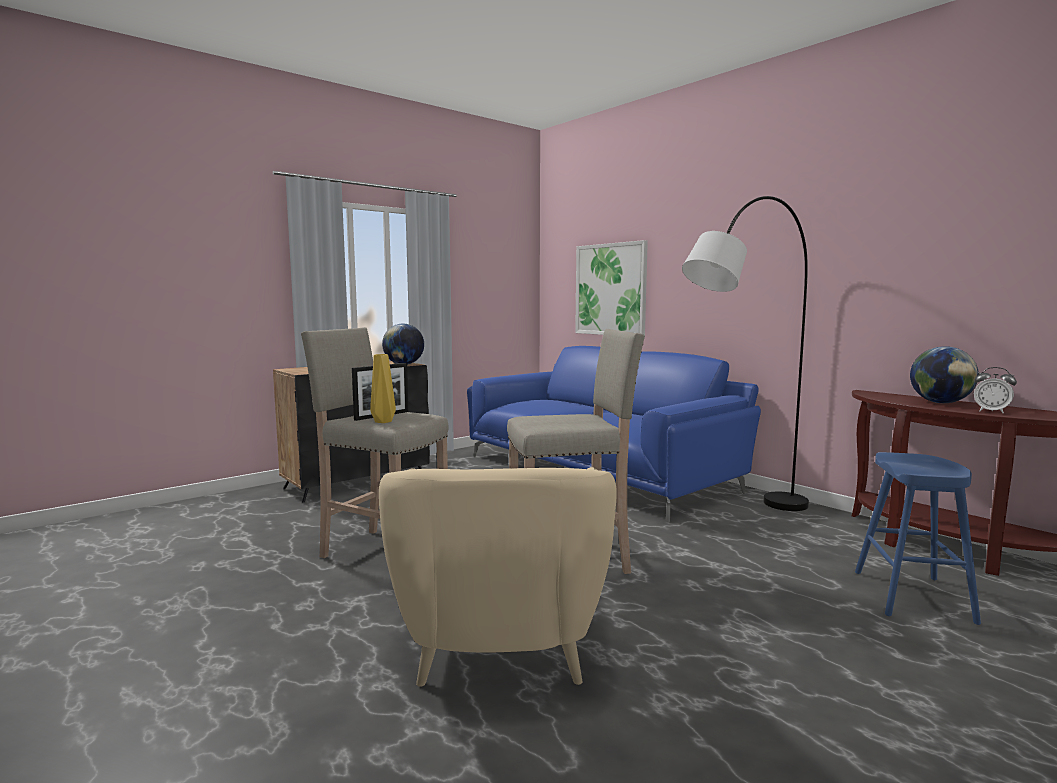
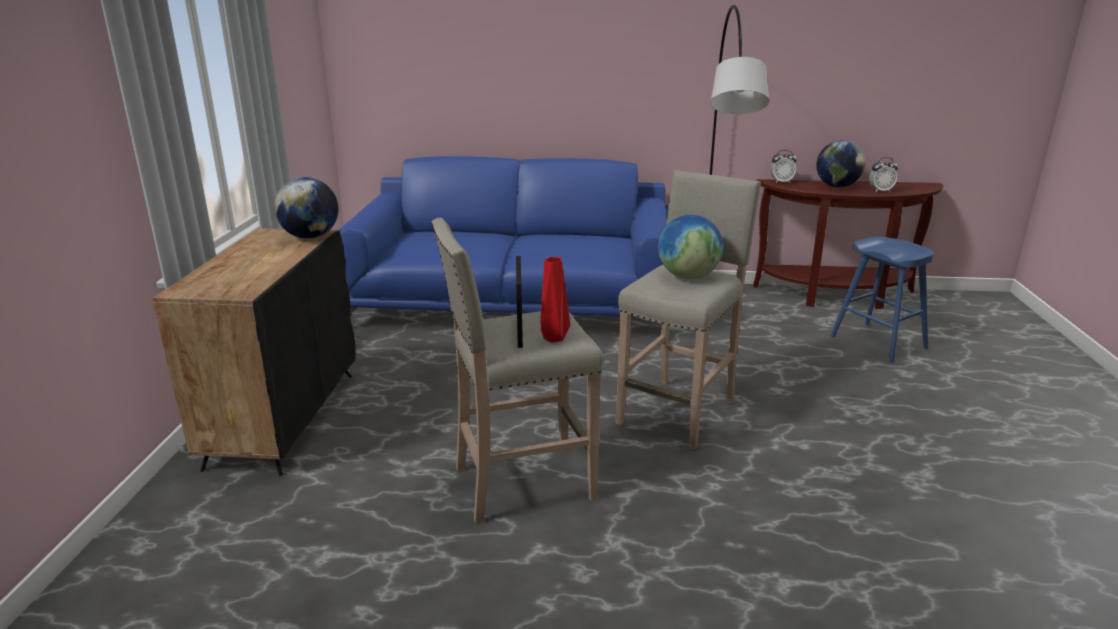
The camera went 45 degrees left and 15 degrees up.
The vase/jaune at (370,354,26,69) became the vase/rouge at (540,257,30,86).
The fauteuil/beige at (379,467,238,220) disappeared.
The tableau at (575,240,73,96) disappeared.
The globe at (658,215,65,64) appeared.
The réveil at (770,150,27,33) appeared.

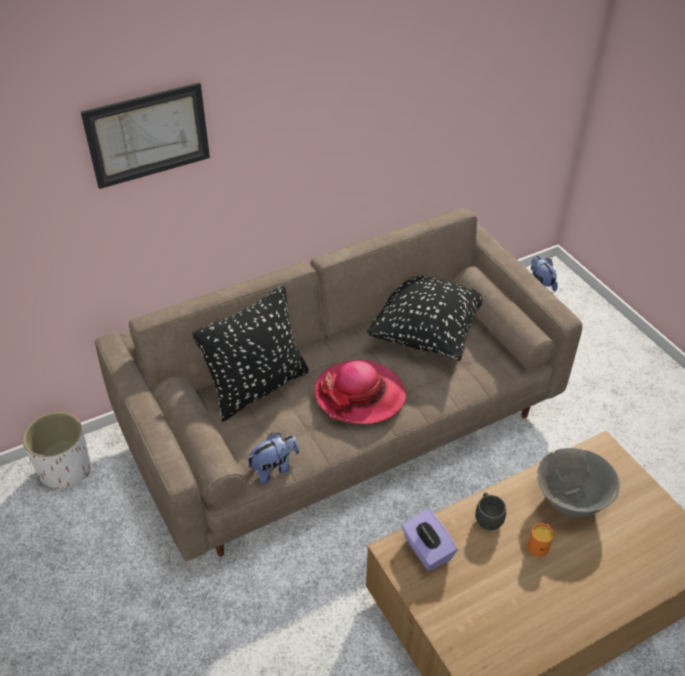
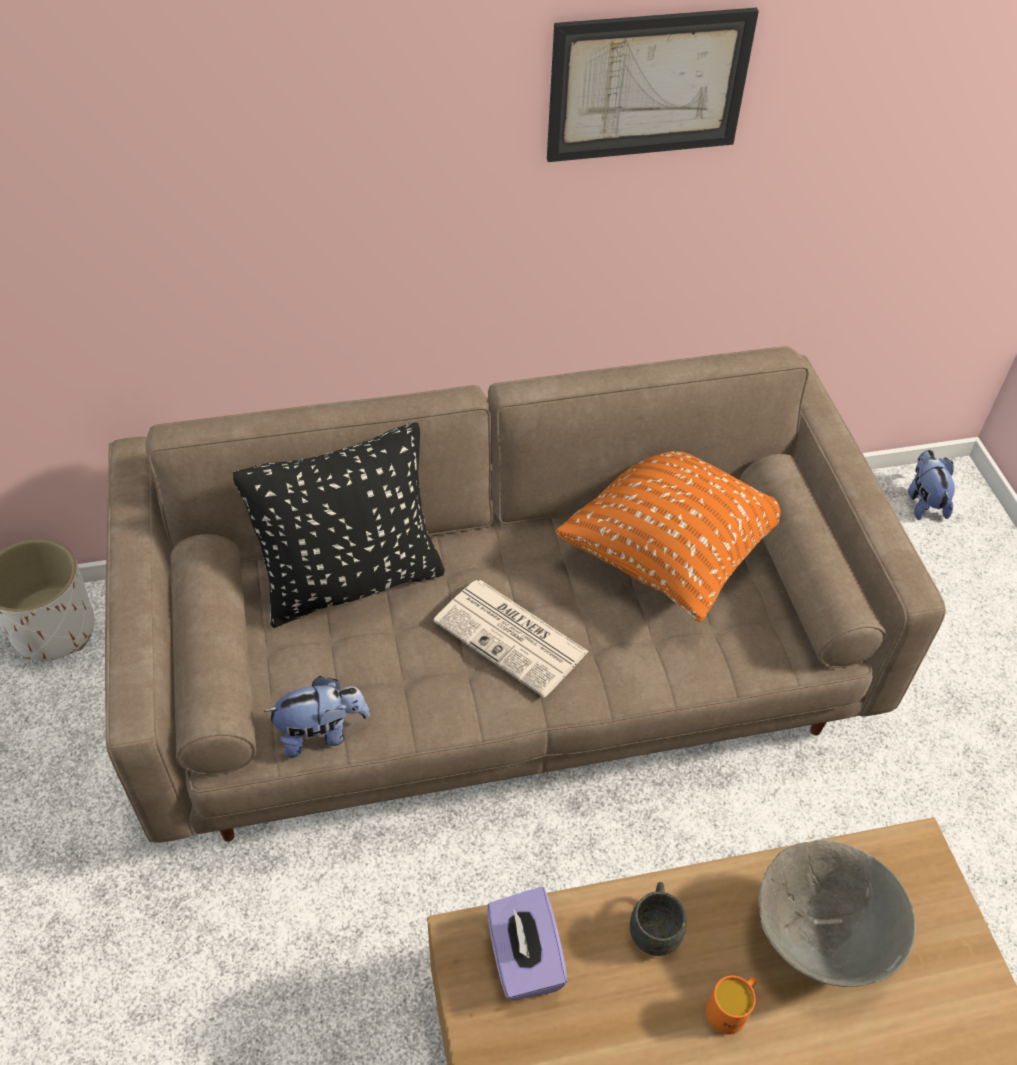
The camera went 15 degrees right and 5 degrees up.
The tableau moved from (81,82,129,107) to (547,8,212,154).
The chapeau at (314,360,92,64) was replaced by the journal at (433,580,156,118).
The coussin/noir at (366,276,116,84) became the coussin/orange at (555,451,226,171).

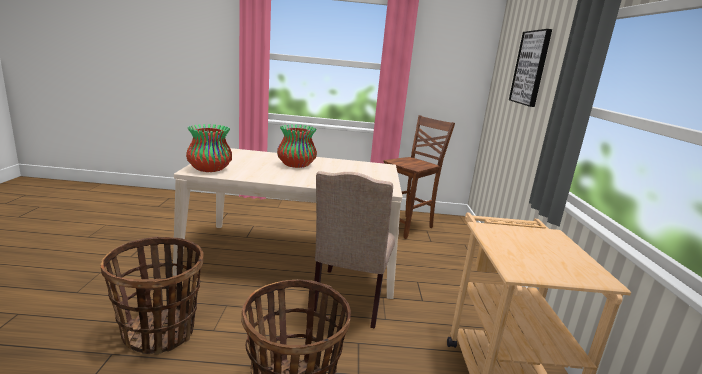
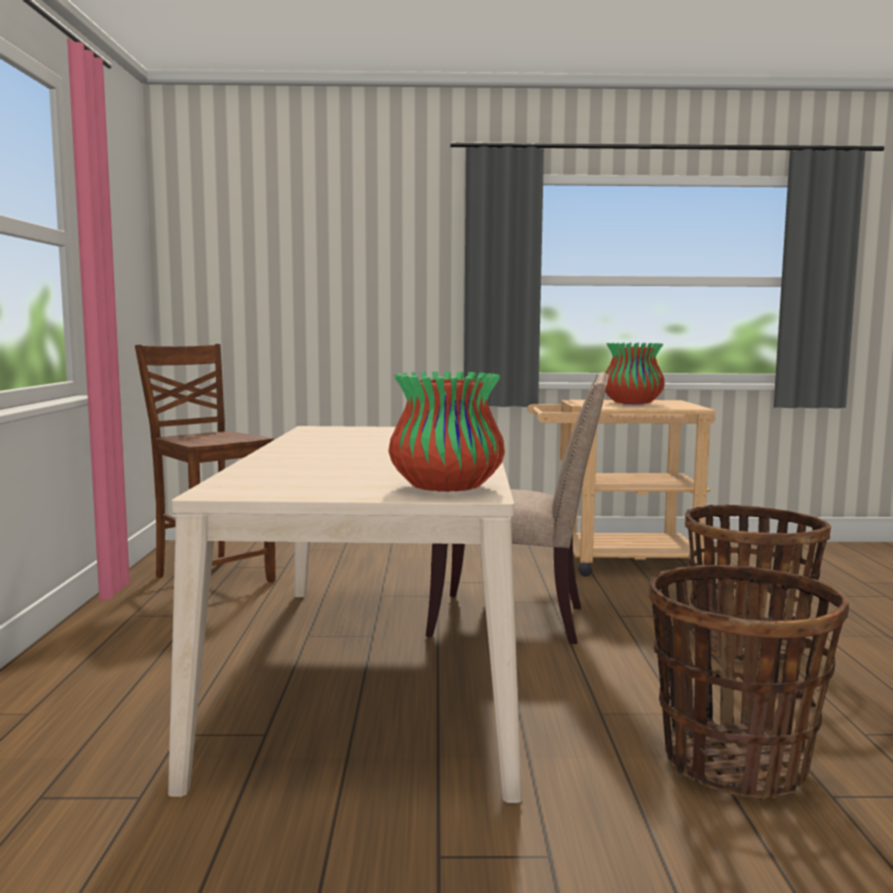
The camera went 90 degrees left and 10 degrees down.
The vase moved from (277,124,40,44) to (605,343,60,62).
The tableau at (509,29,43,78) disappeared.

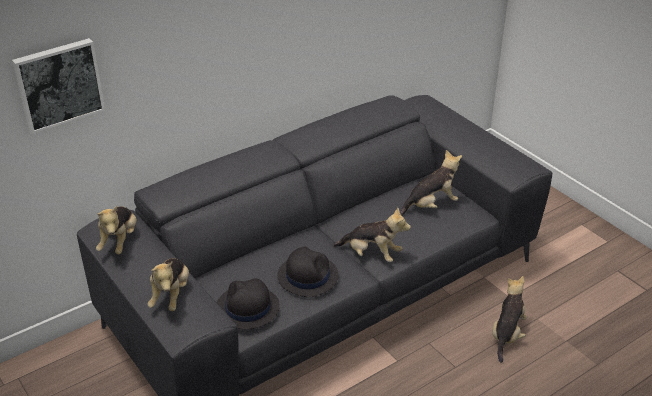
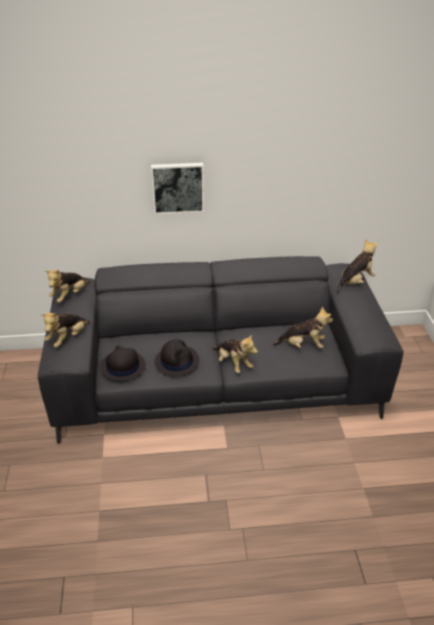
The camera went 30 degrees right and 0 degrees up.
The tableau moved from (12,38,93,96) to (151,163,53,51).
The peluche moved from (492,276,35,87) to (337,239,41,54).

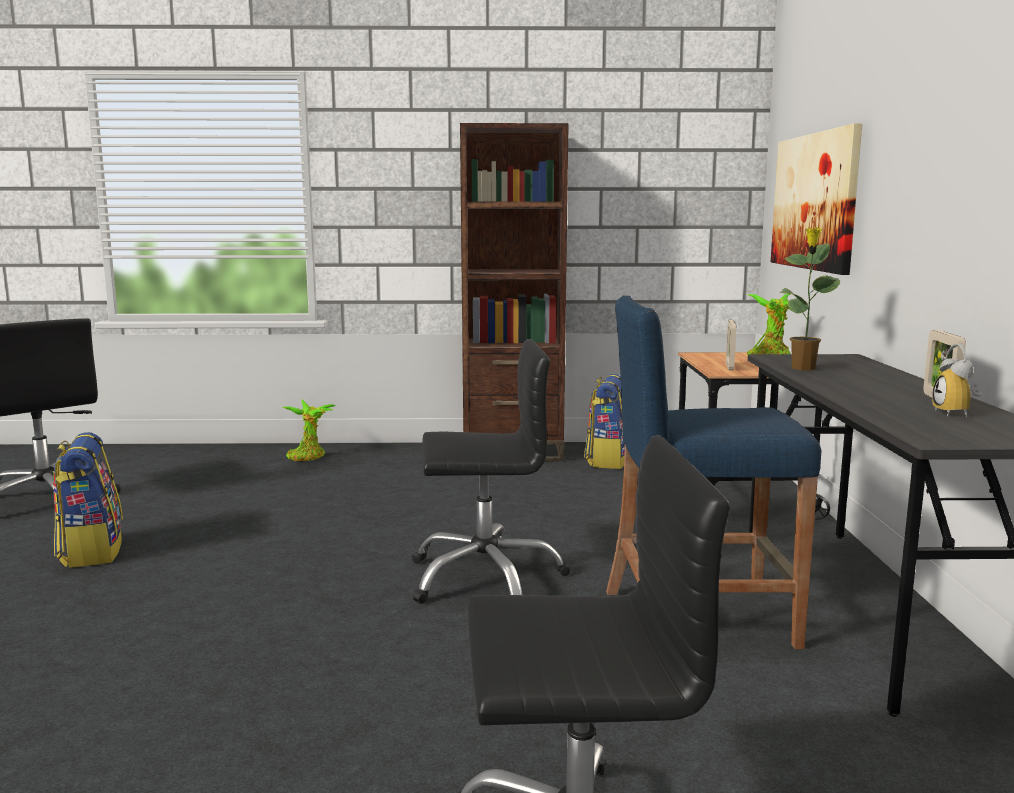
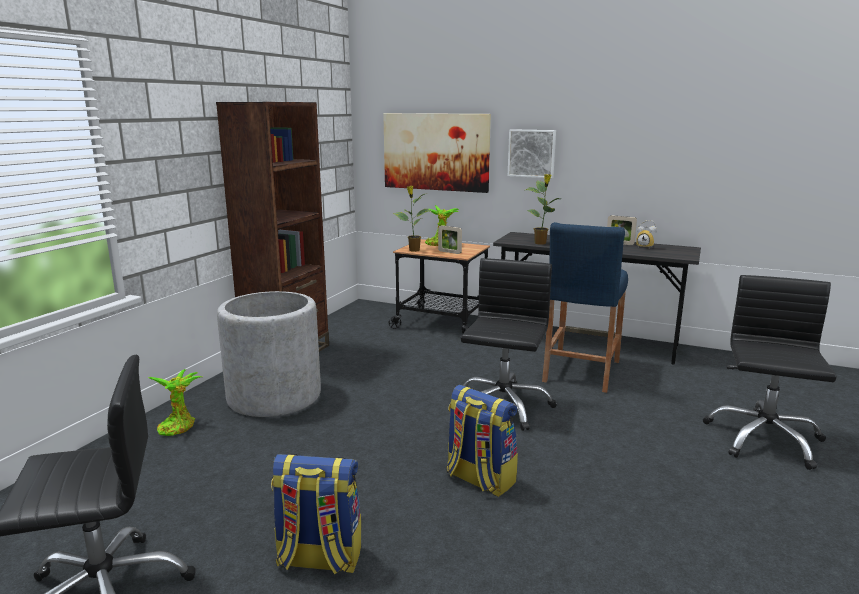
The camera went 65 degrees left and 5 degrees up.
The sac à dos moved from (584,374,41,95) to (446,385,72,112).
The cache-pot/gris at (217,291,104,126) appeared.
The plante en pot at (392,186,39,66) appeared.
The tableau at (508,129,48,49) appeared.

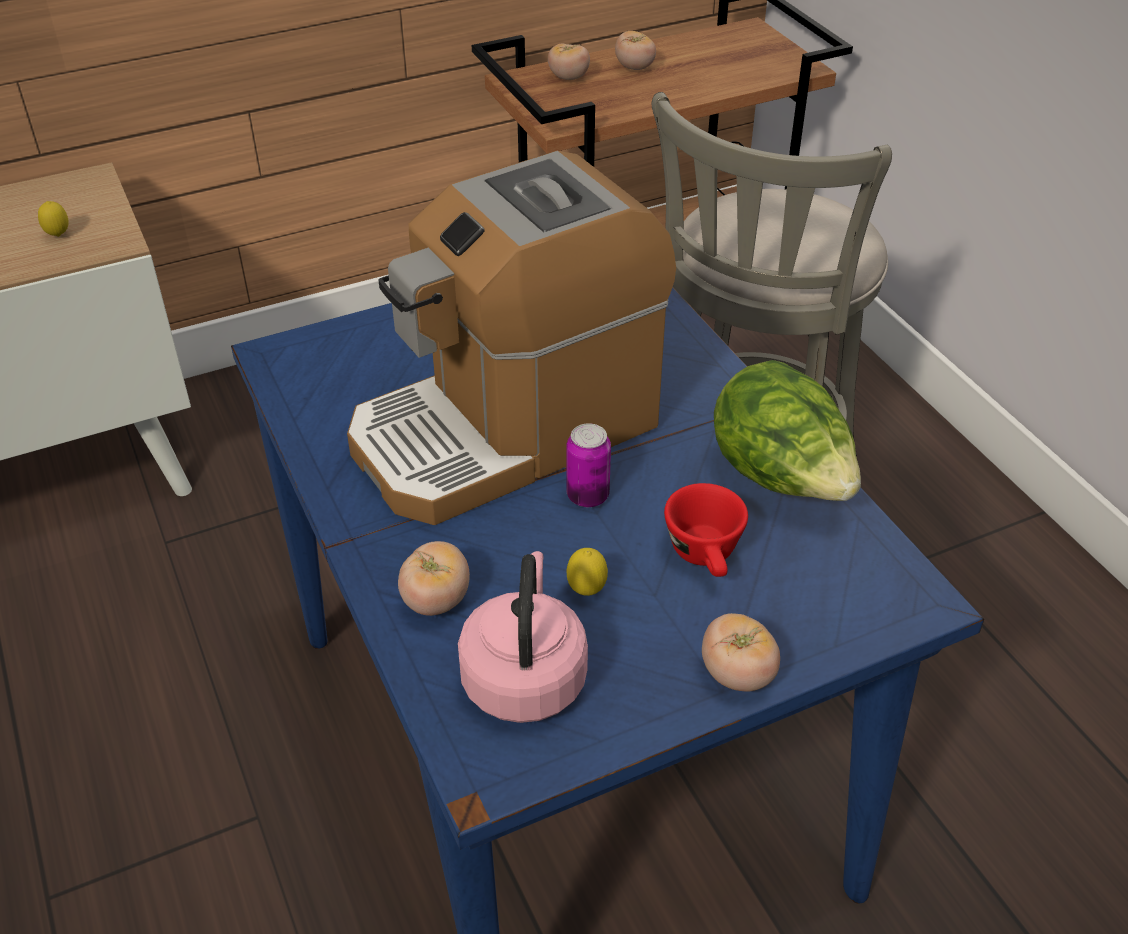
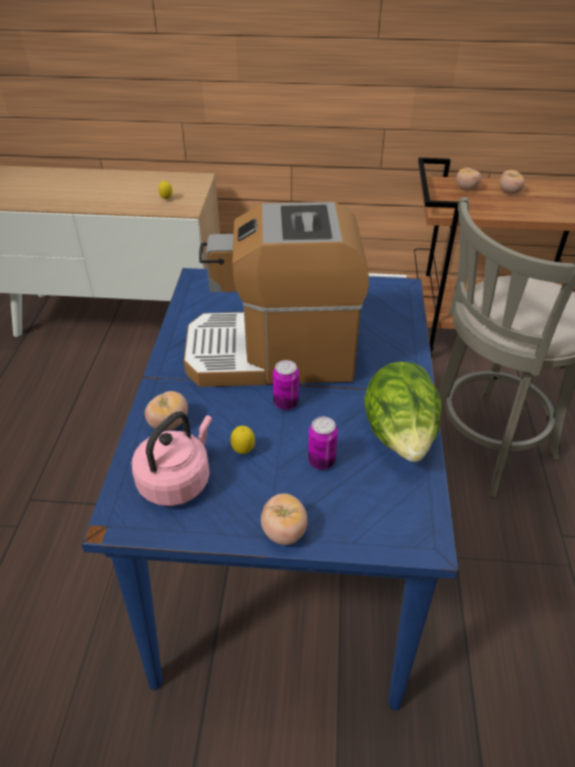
The camera went 30 degrees right and 0 degrees up.
The tasse/rouge at (664,483,84,94) was replaced by the boîte métallique at (308,417,30,53).

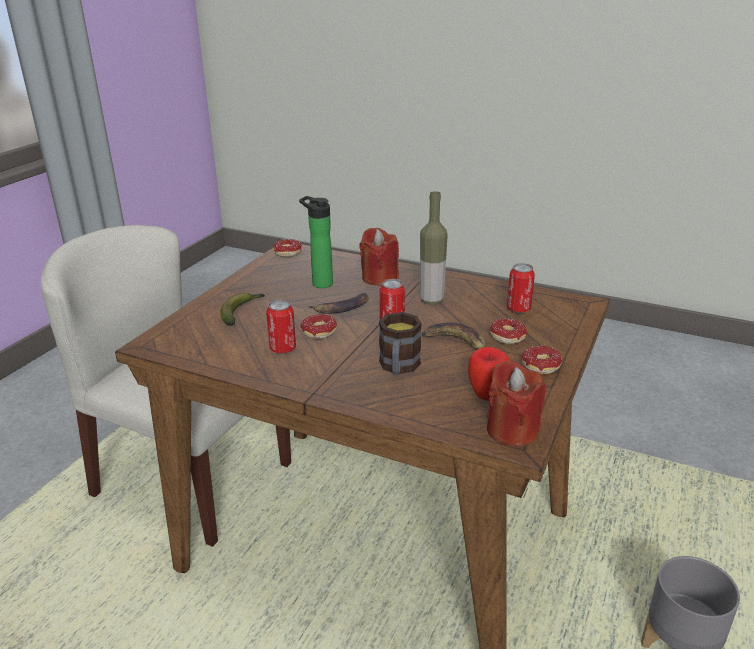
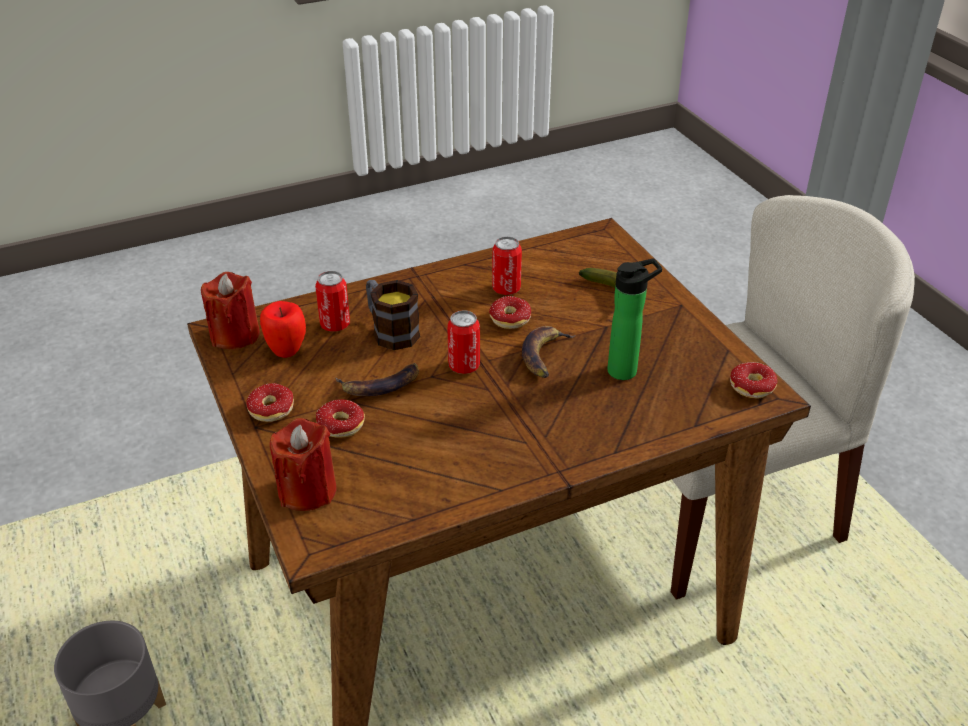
The camera went 130 degrees right and 10 degrees up.
The bougie/rouge moved from (359,228,40,58) to (270,418,67,93).
The bouteille at (420,191,28,113) disappeared.
The boîte métallique moved from (507,263,28,50) to (315,271,35,61).

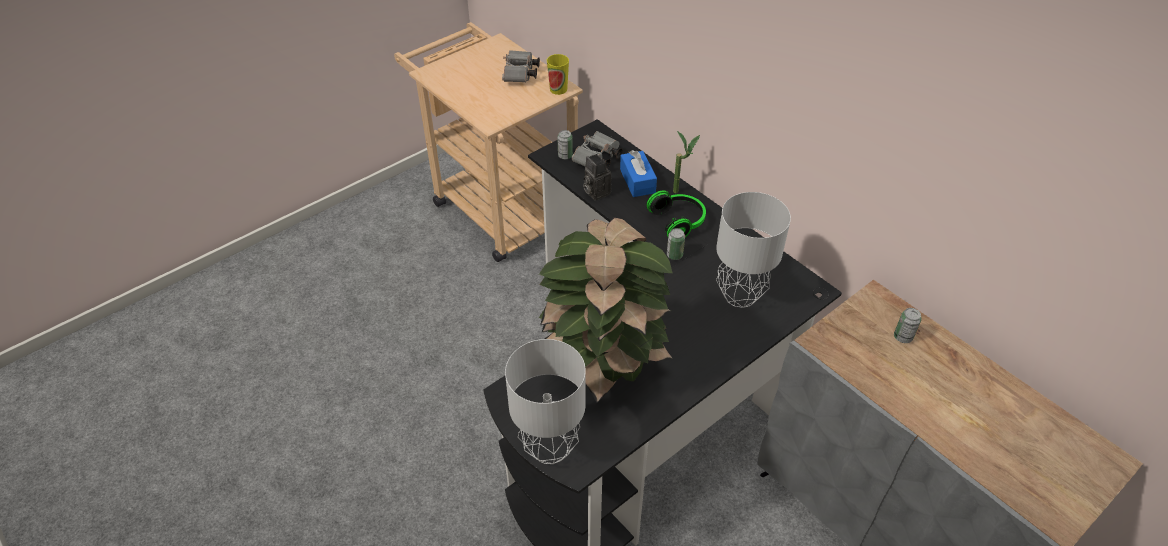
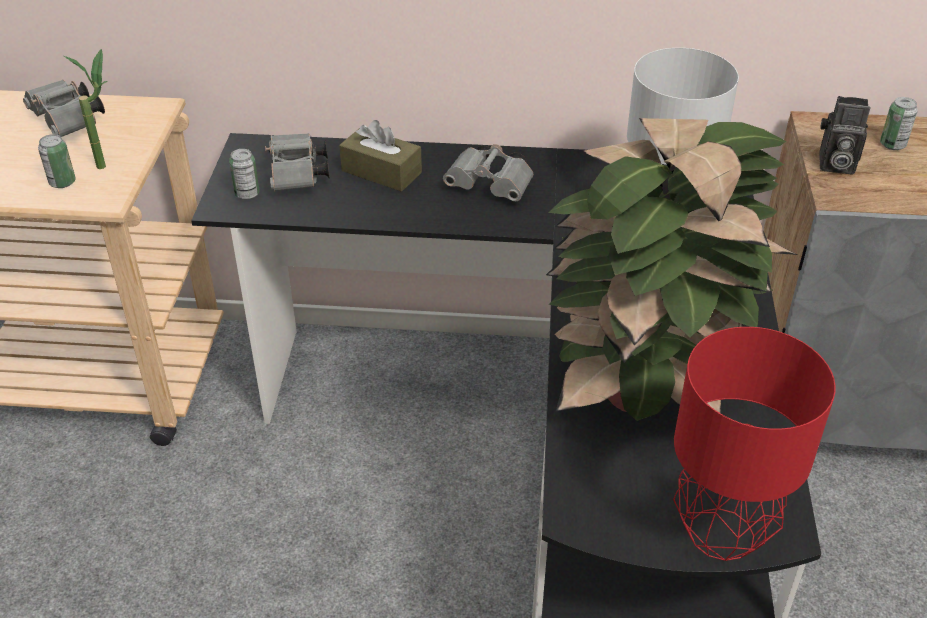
The camera went 45 degrees left and 5 degrees down.
The lampe de table/gris at (505,339,81,125) became the lampe de table/rouge at (673,327,163,234).
The tasse at (547,54,22,41) disappeared.
The appareil photo moved from (583,154,28,47) to (819,96,51,79).
The boîte à mouchoirs/bleu at (620,150,37,47) became the boîte à mouchoirs/marron at (339,120,83,72).
The casque audio at (646,191,60,46) was replaced by the jumelles/gris at (443,144,91,57).
The boîte métallique moved from (667,228,18,32) to (38,134,38,54).
The plante en pot moved from (673,131,27,62) to (64,49,44,120).

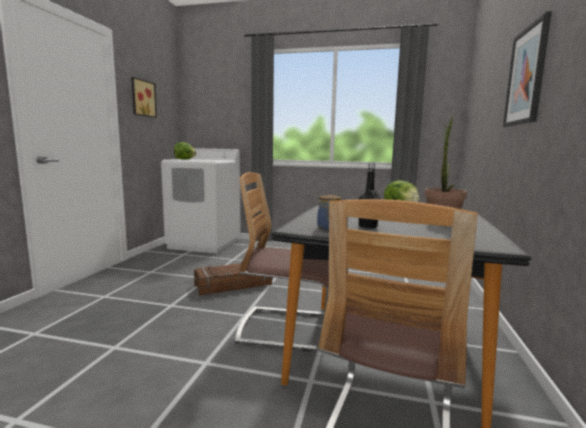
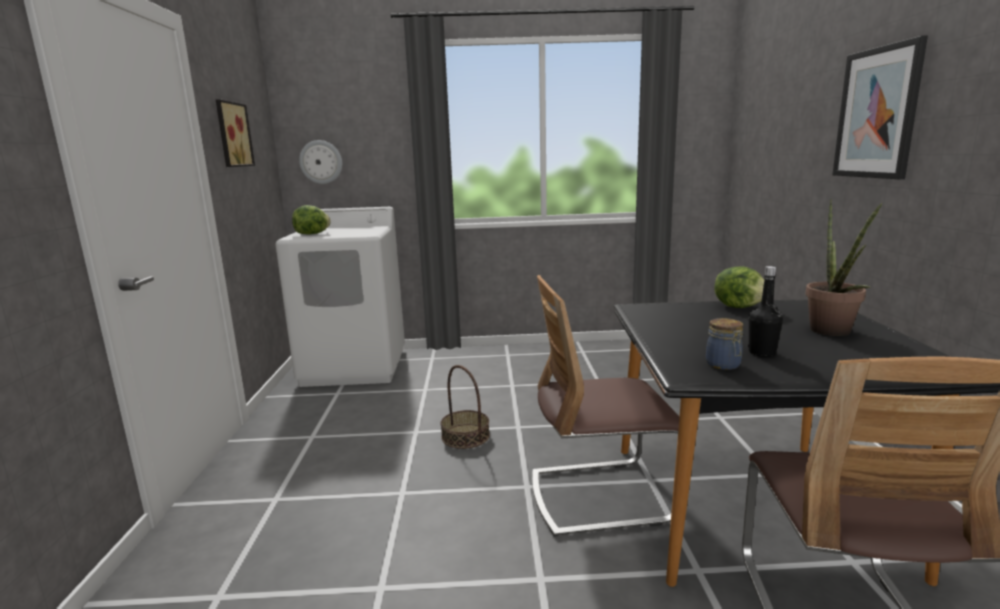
The camera went 15 degrees left and 5 degrees up.
The caisse at (194,263,78,33) was replaced by the panier at (440,365,50,84).
The horloge murale at (299,140,43,44) appeared.

